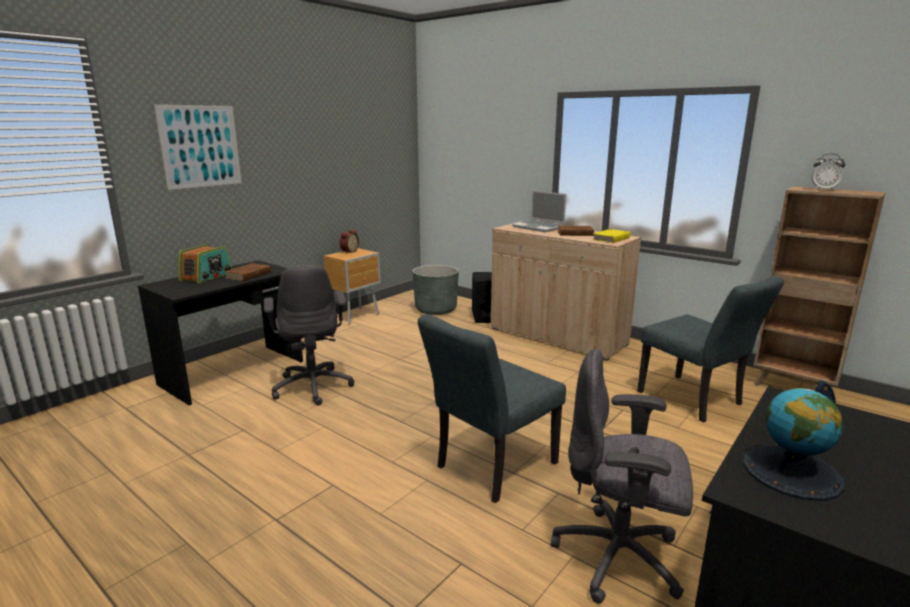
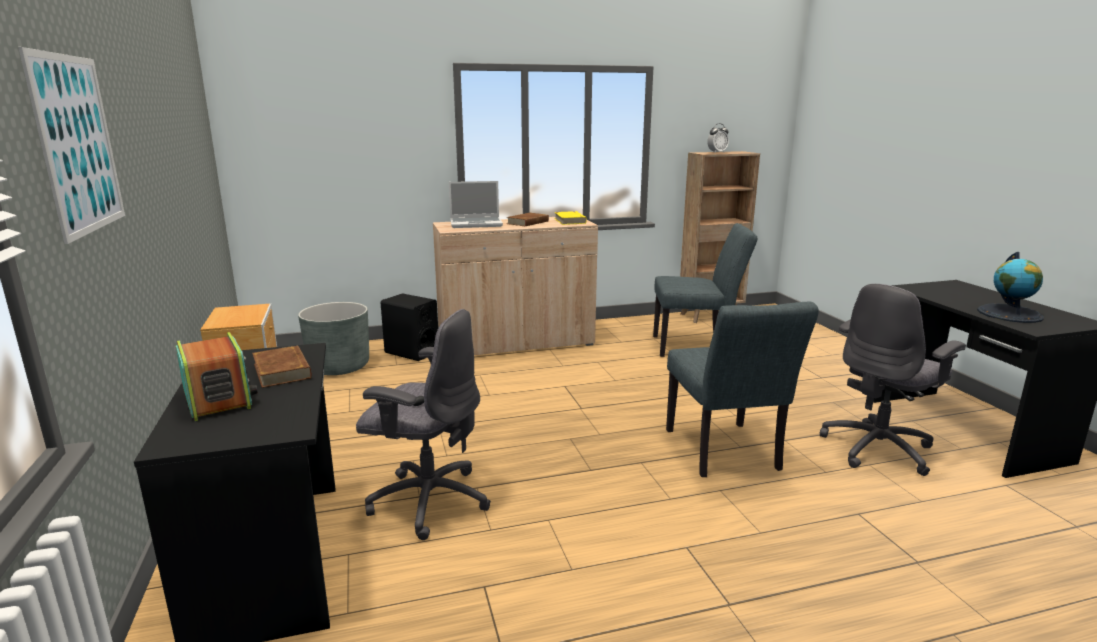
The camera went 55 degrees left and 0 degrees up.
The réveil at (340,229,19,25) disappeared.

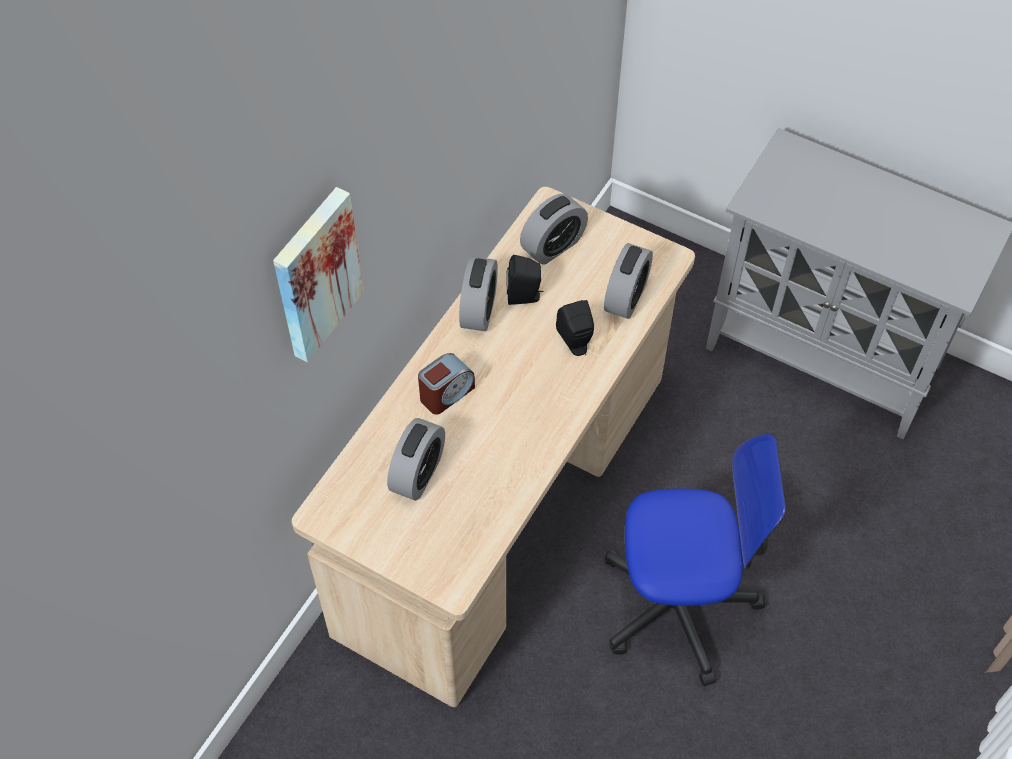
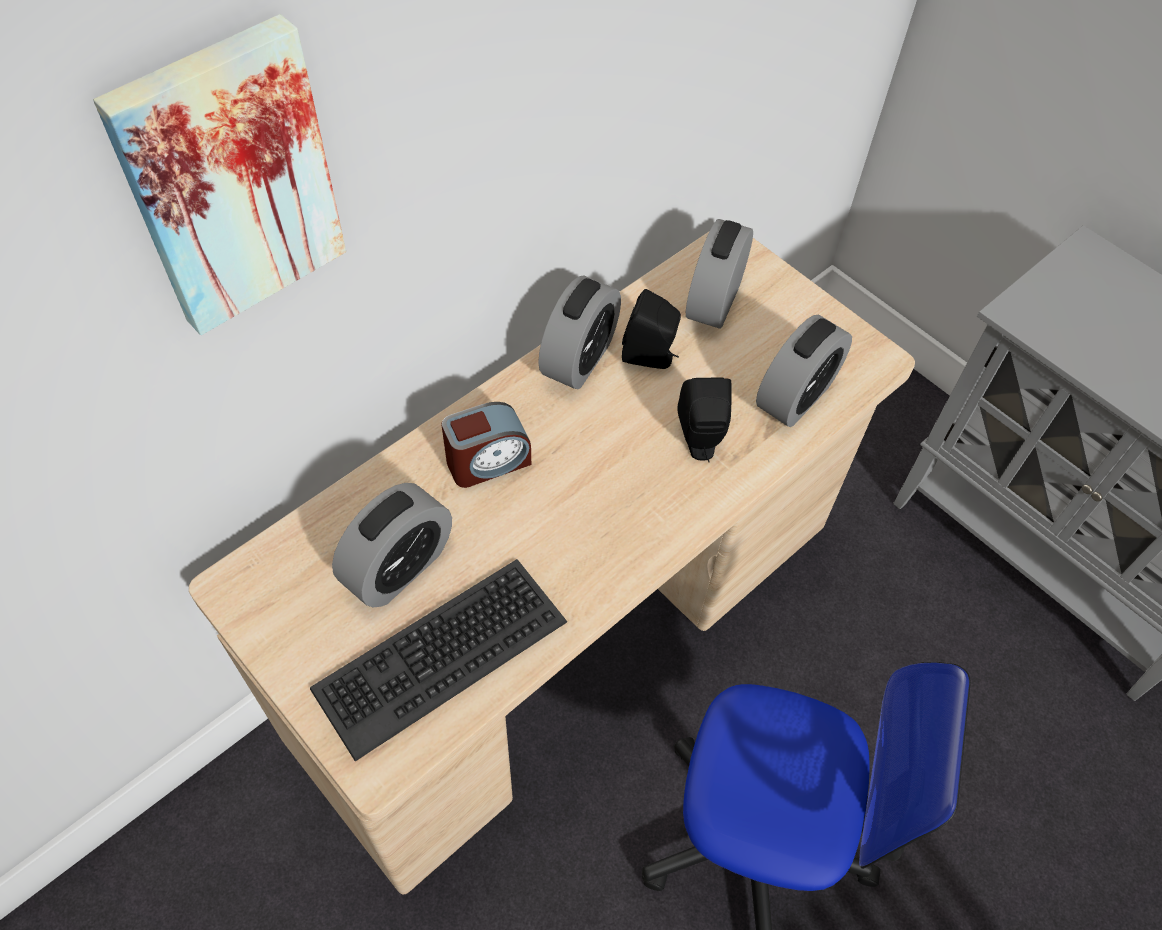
The camera went 15 degrees right and 0 degrees up.
The réveil at (520,194,68,71) turned 135 degrees clockwise.
The clavier at (310,559,257,202) appeared.

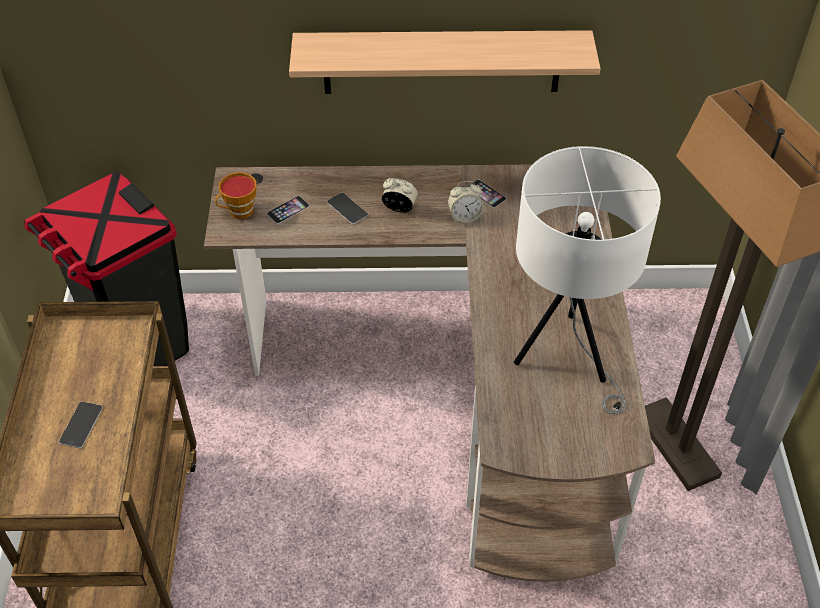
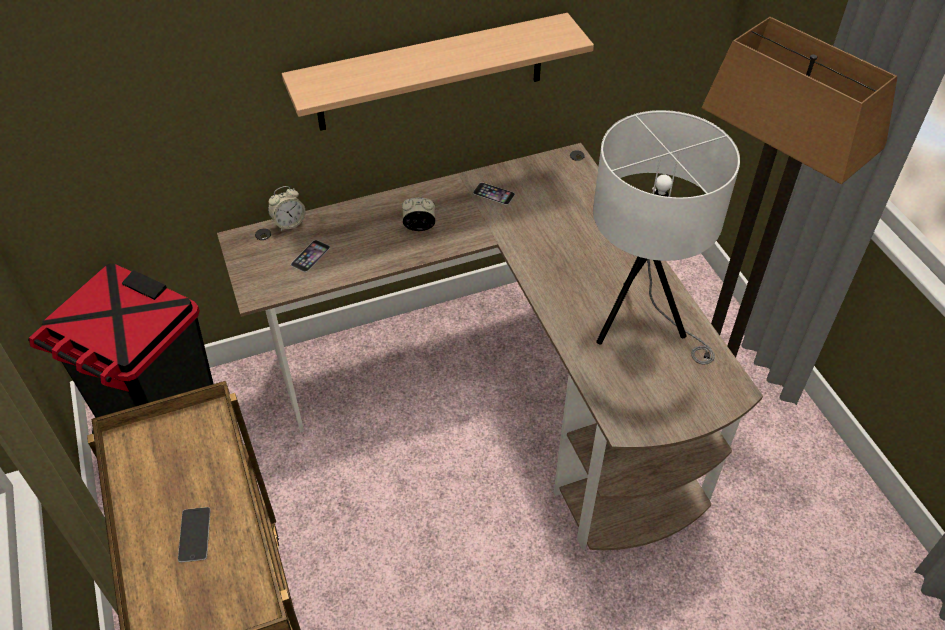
The camera went 20 degrees left and 0 degrees up.
The tasse at (215,172,41,47) disappeared.
The téléphone at (327,193,42,31) disappeared.
The réveil moved from (448,181,36,42) to (268,186,38,45).

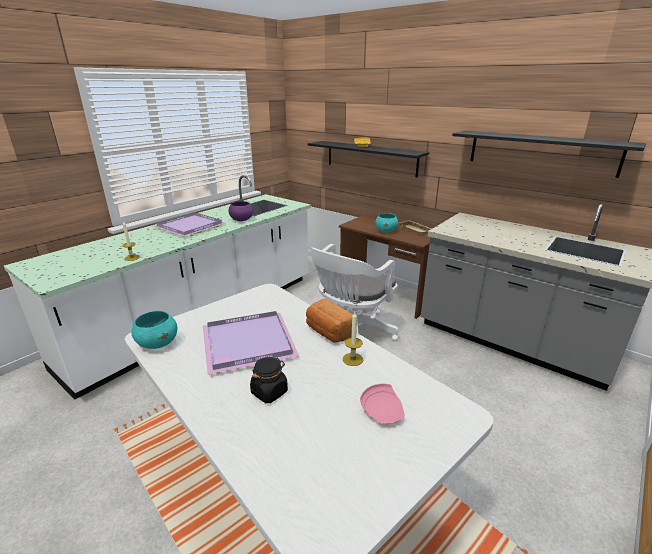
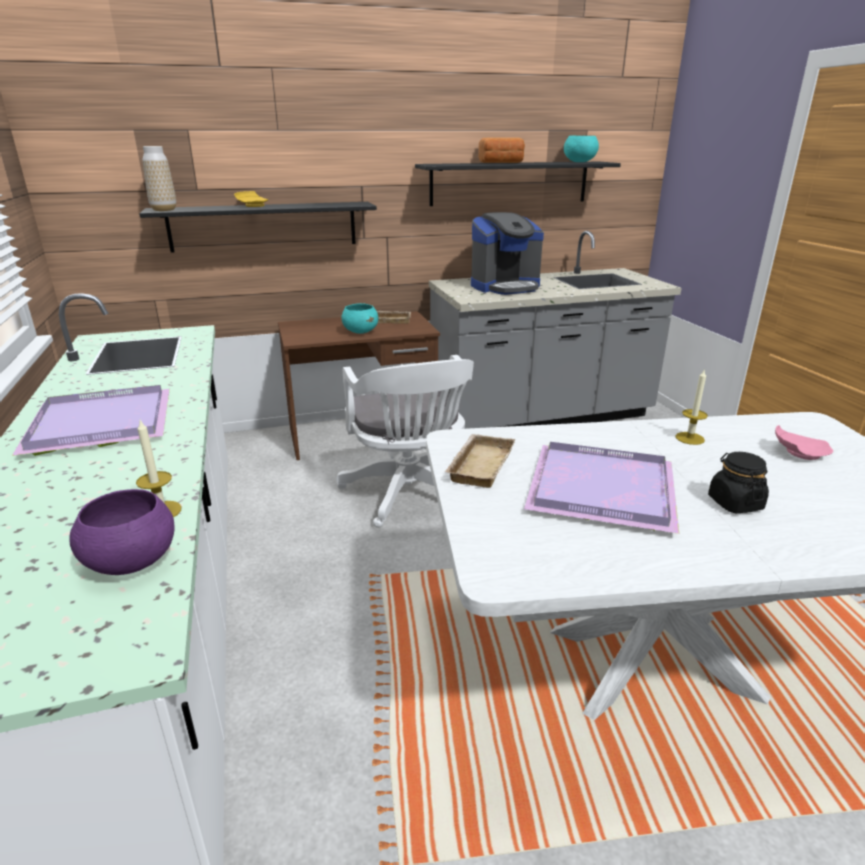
The camera went 55 degrees left and 0 degrees up.
The bol/turquoise moved from (131,311,46,38) to (564,135,35,27).
The bol/violet moved from (228,201,25,20) to (69,489,106,86).
The pain moved from (306,299,51,44) to (478,137,47,26).
The vase at (143,146,33,65) appeared.
The plateau/beige at (445,434,70,54) appeared.
The machine à café at (471,212,73,83) appeared.

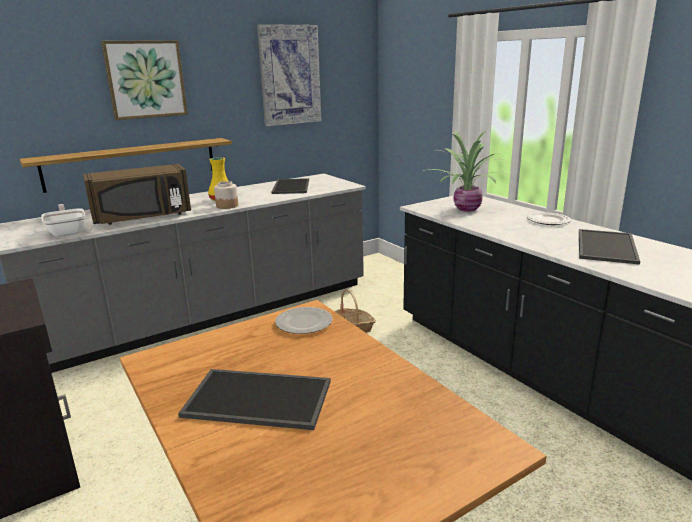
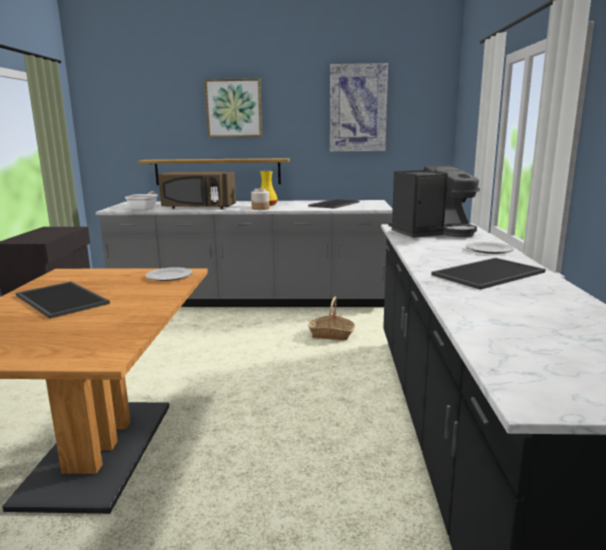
The camera went 35 degrees right and 5 degrees down.
The plante en pot at (421,130,85,82) was replaced by the machine à café at (389,165,91,73).

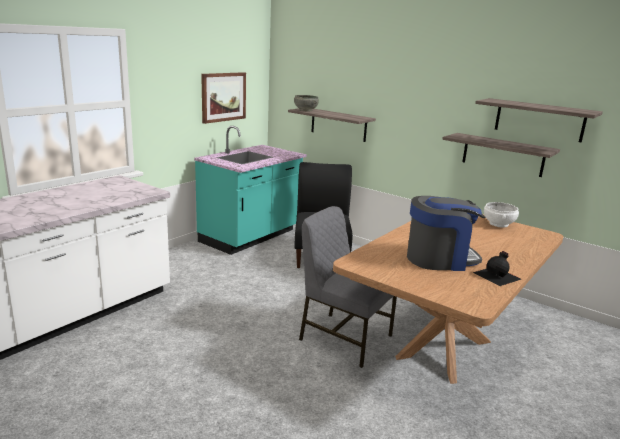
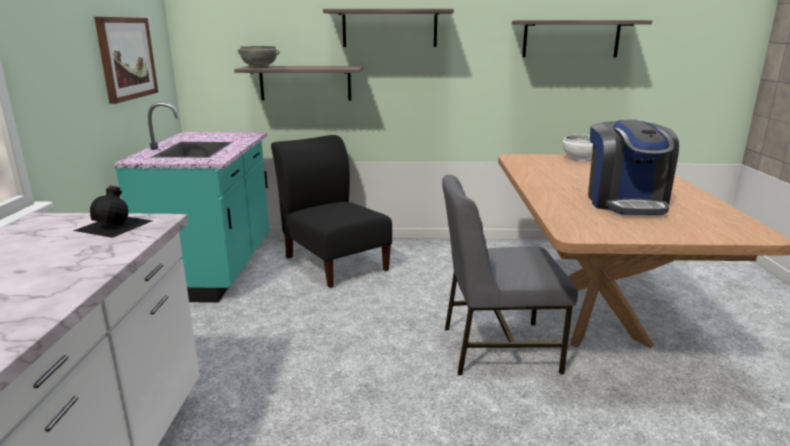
The camera went 35 degrees left and 0 degrees up.
The machine à café at (407,196,79,75) turned 135 degrees clockwise.
The étagère moved from (442,133,118,44) to (323,9,131,38).
The bouteille/noir moved from (473,251,48,35) to (73,186,79,52).

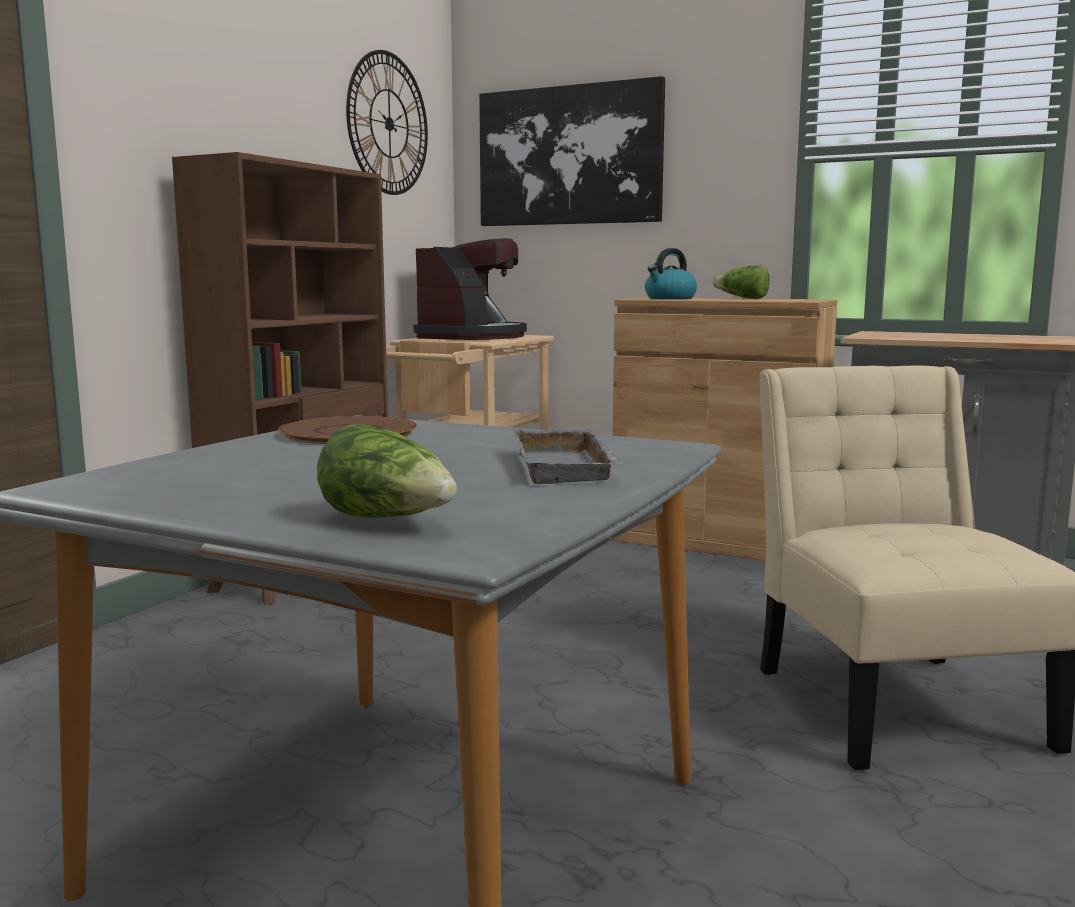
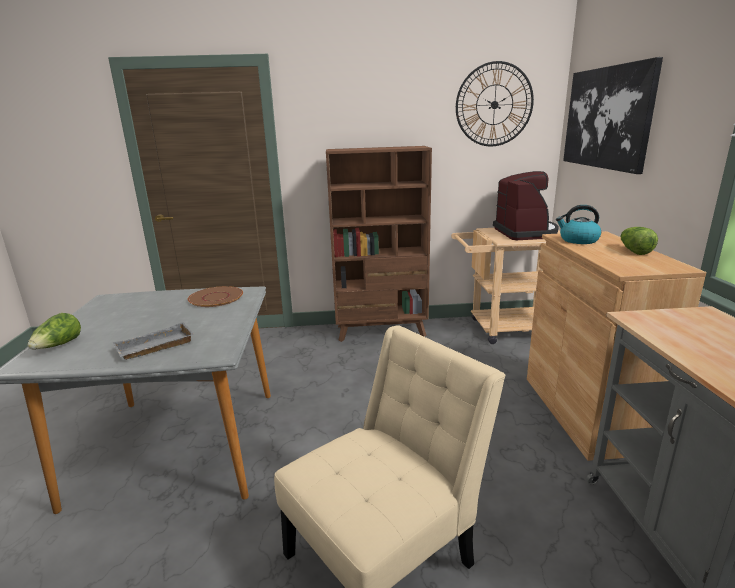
The camera went 60 degrees right and 10 degrees up.
The machine à café at (413,238,114,102) turned 90 degrees counterclockwise.

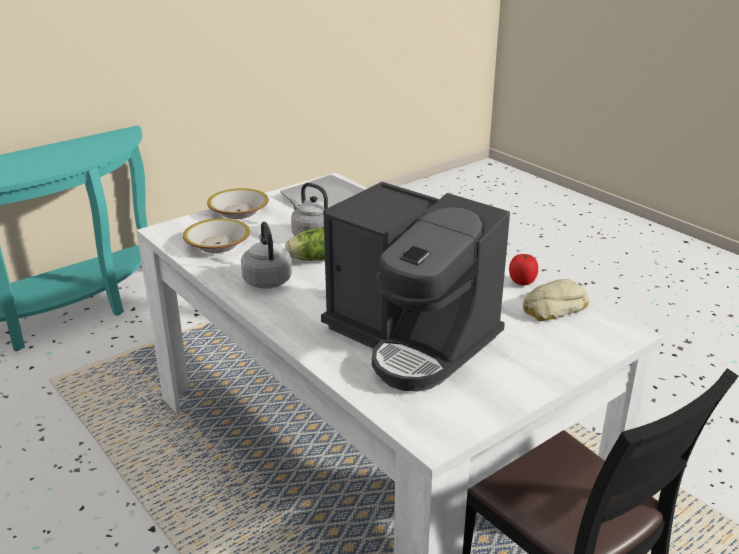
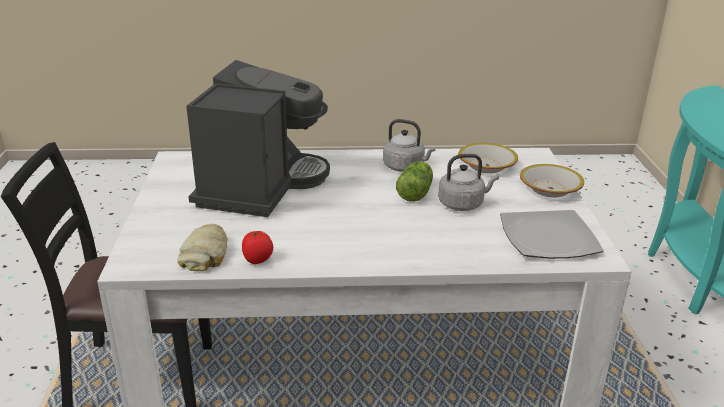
The camera went 125 degrees right and 0 degrees up.
The machine à café at (321,182,189,210) turned 120 degrees clockwise.

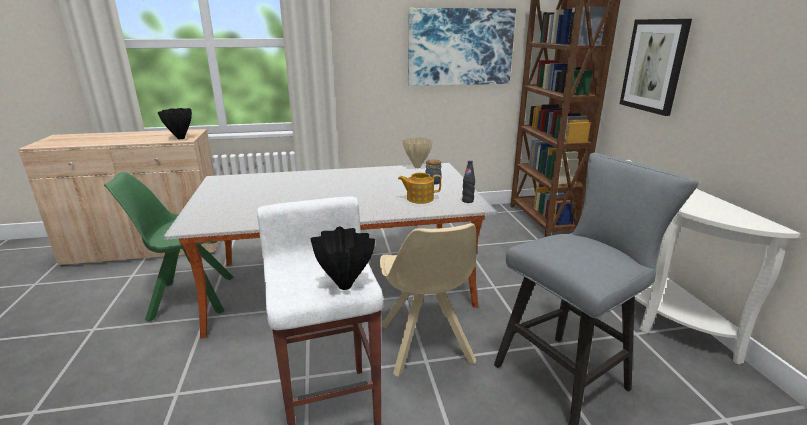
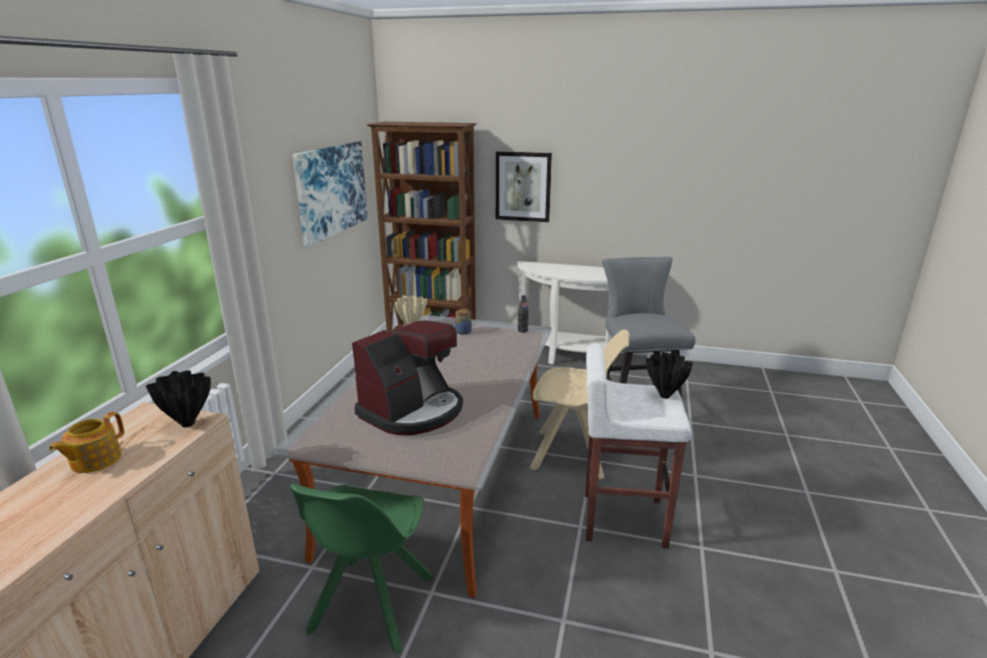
The camera went 65 degrees left and 0 degrees up.
The théière moved from (398,173,43,31) to (49,412,75,61).
The machine à café at (352,320,111,115) appeared.

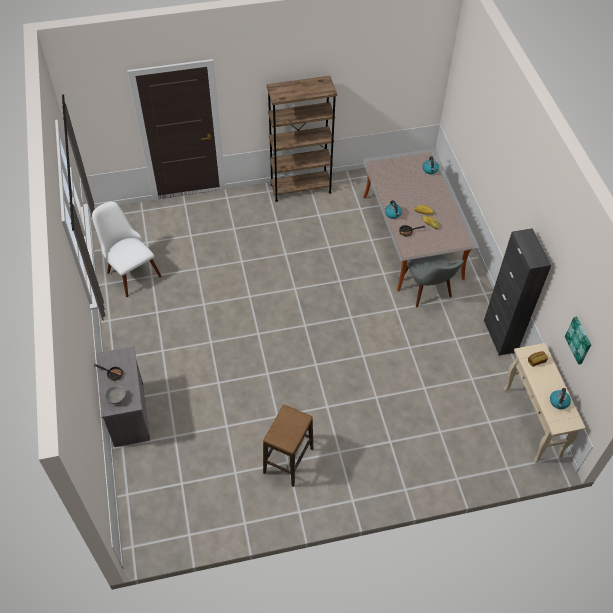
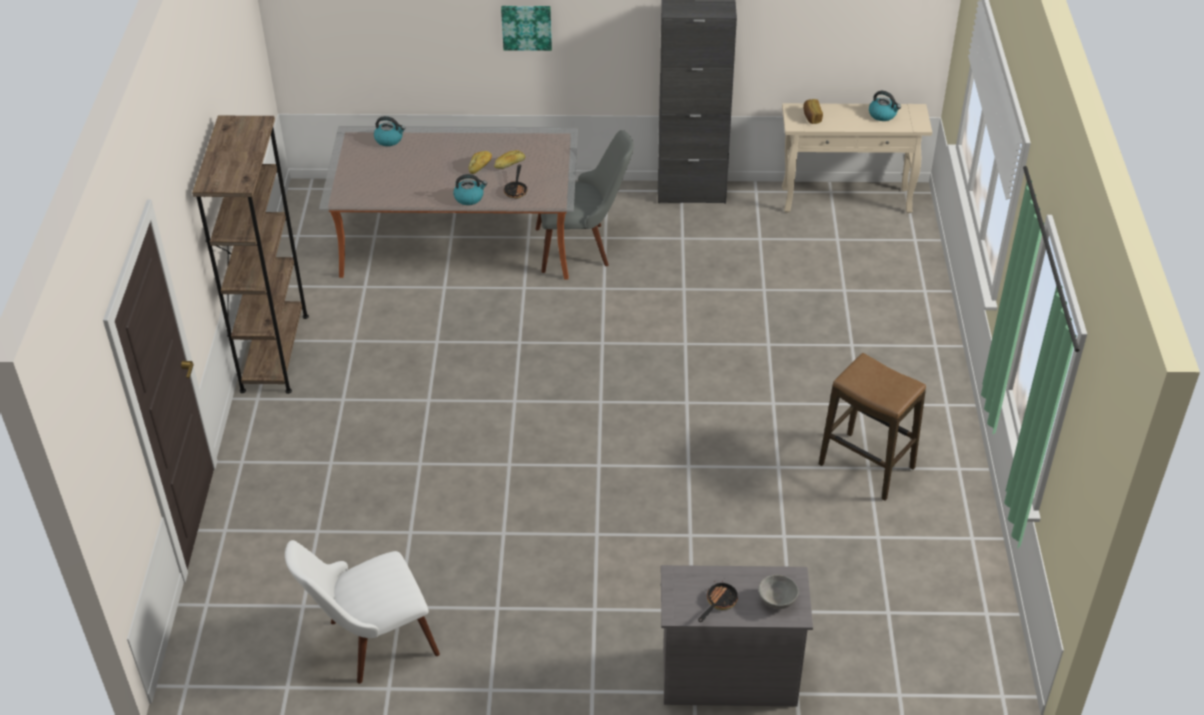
The camera went 75 degrees left and 10 degrees down.
The tableau moved from (565,317,26,48) to (501,6,51,45).

